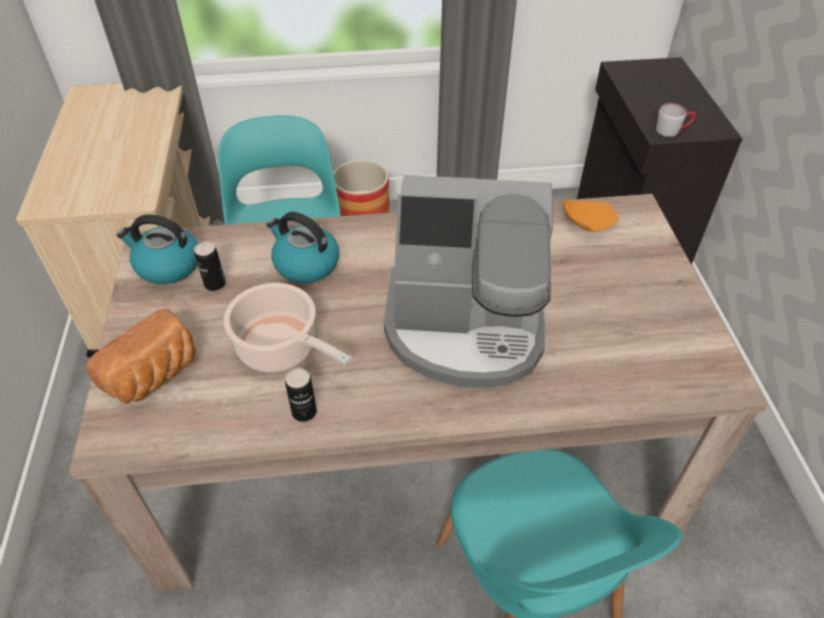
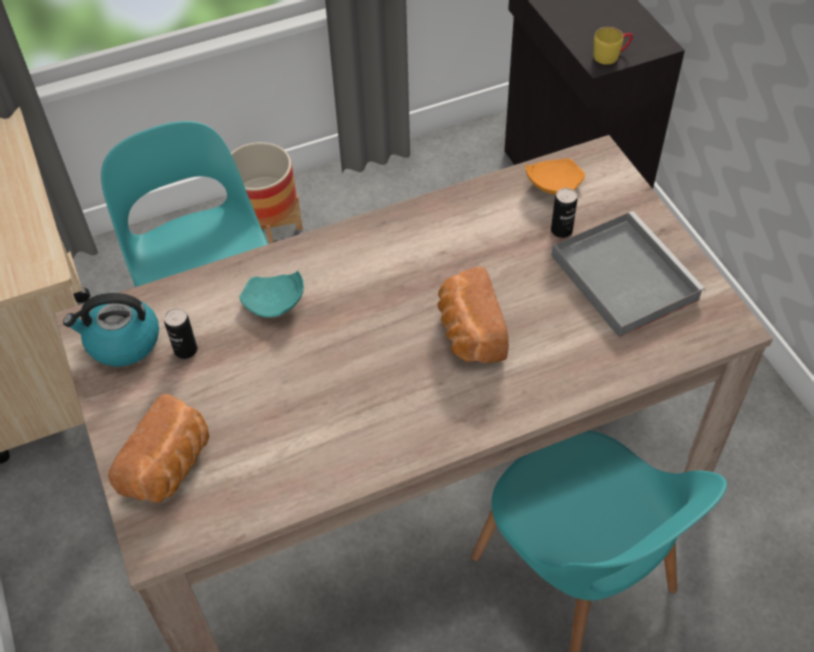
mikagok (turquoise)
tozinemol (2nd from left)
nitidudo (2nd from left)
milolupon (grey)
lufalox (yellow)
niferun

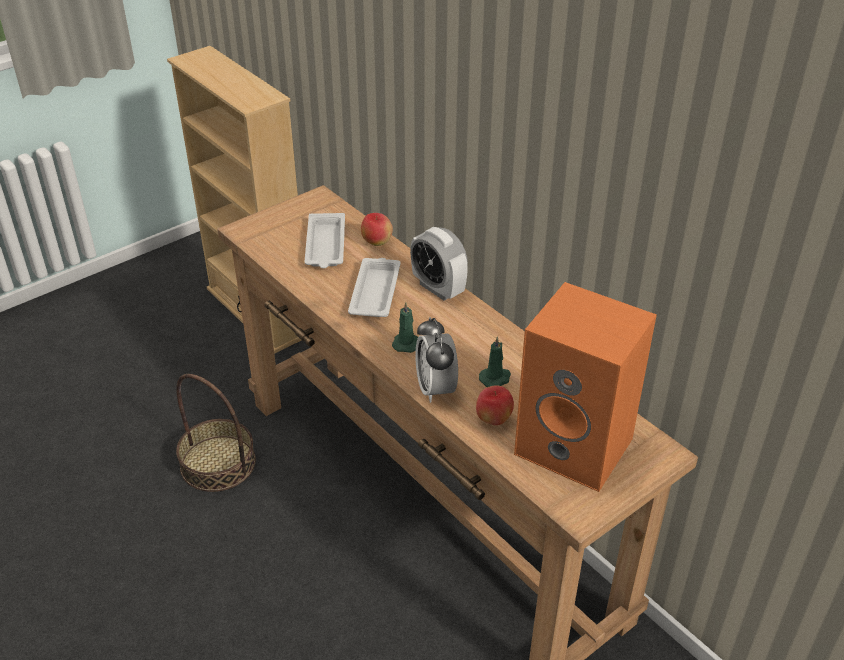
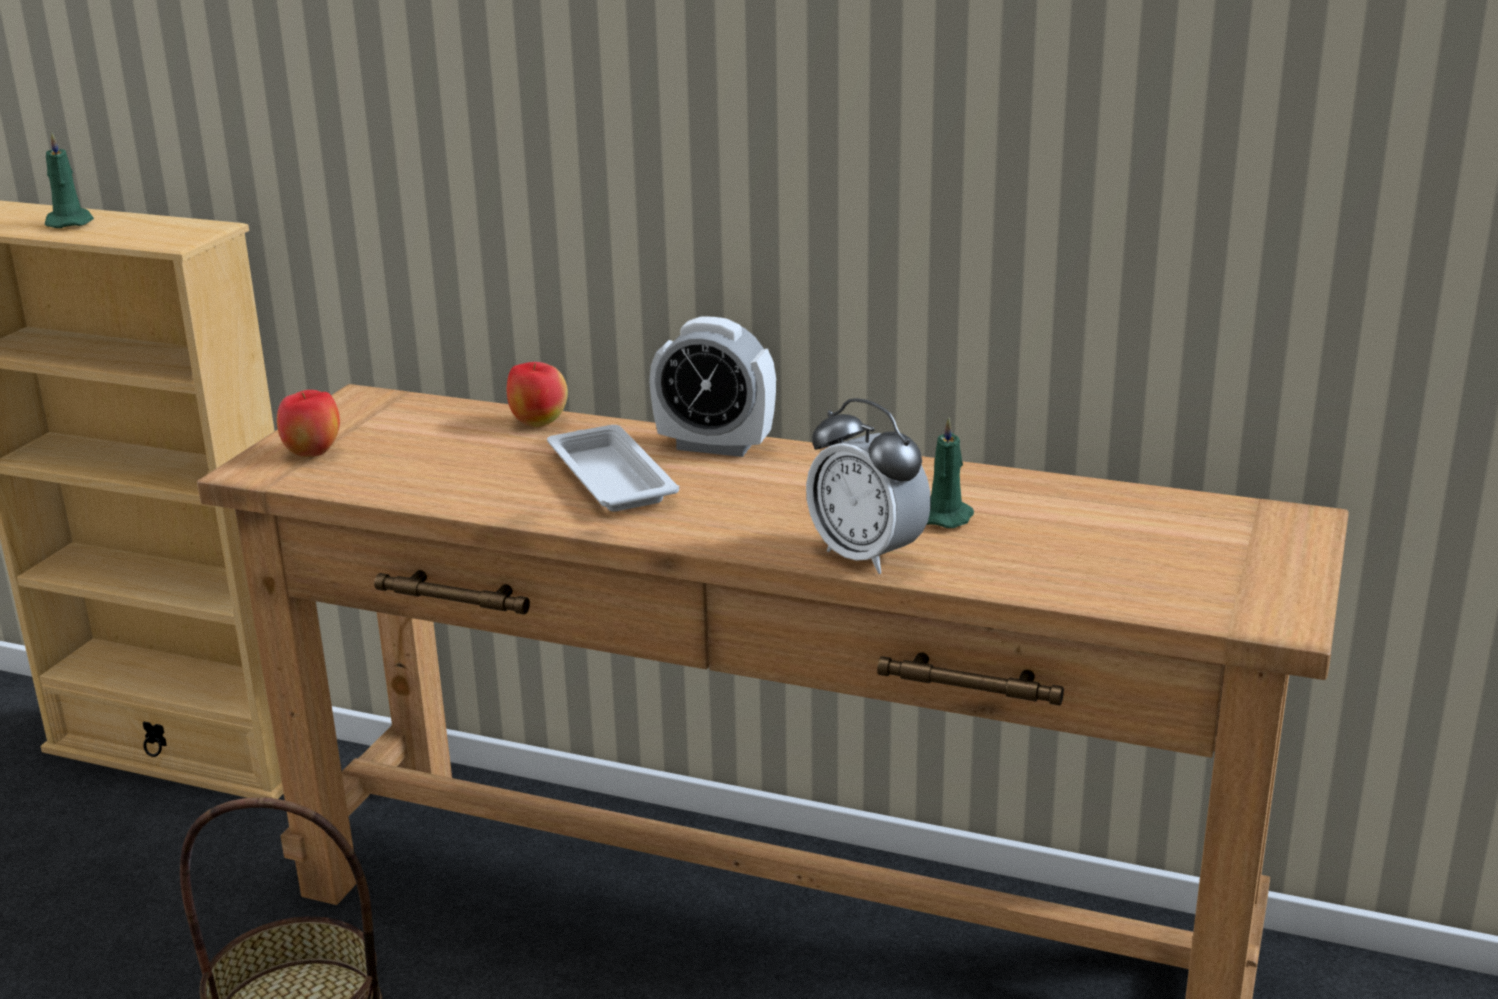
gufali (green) (1st from left)
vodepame (1st from left)
milolupon (white) (1st from left in the first image)
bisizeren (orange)

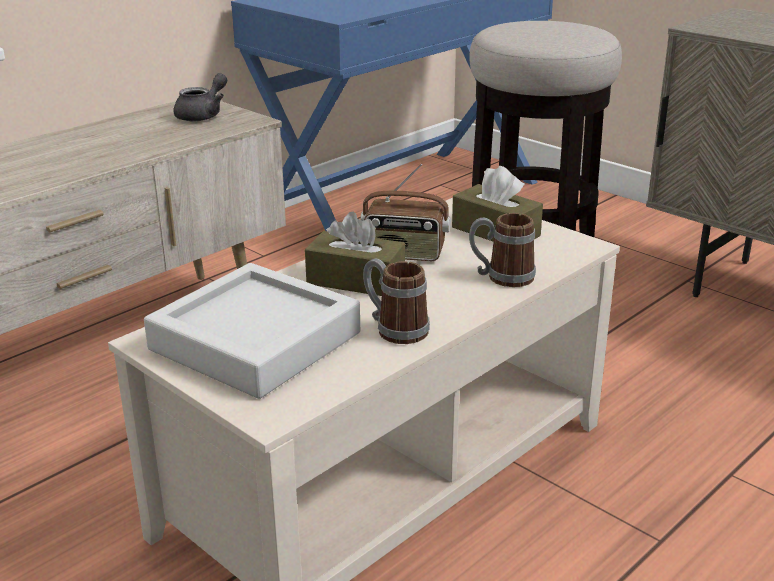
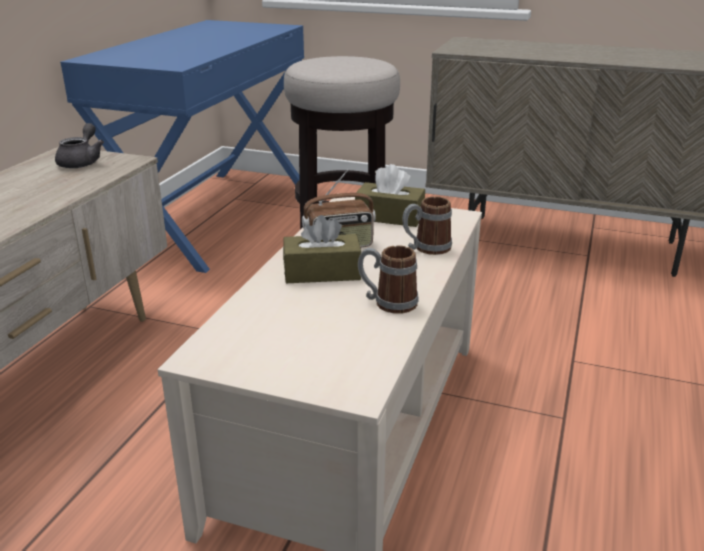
milolupon (grey)

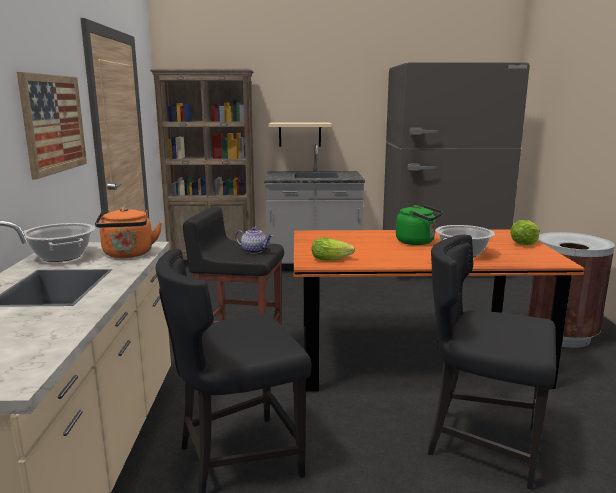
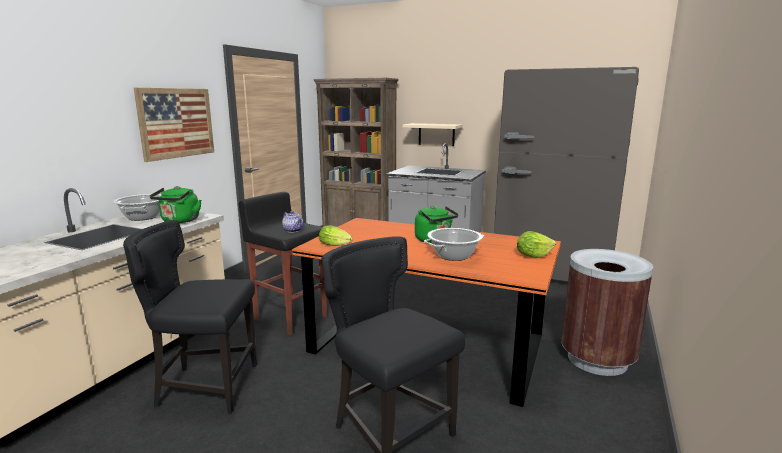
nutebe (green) (1st from left)

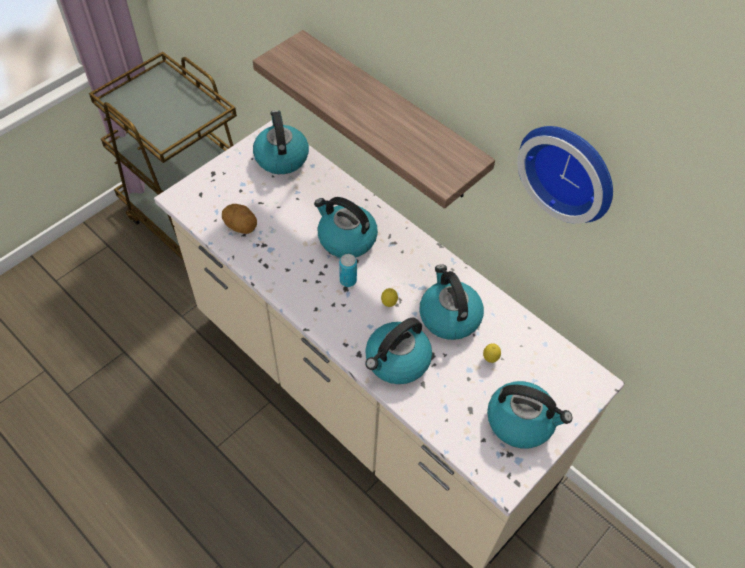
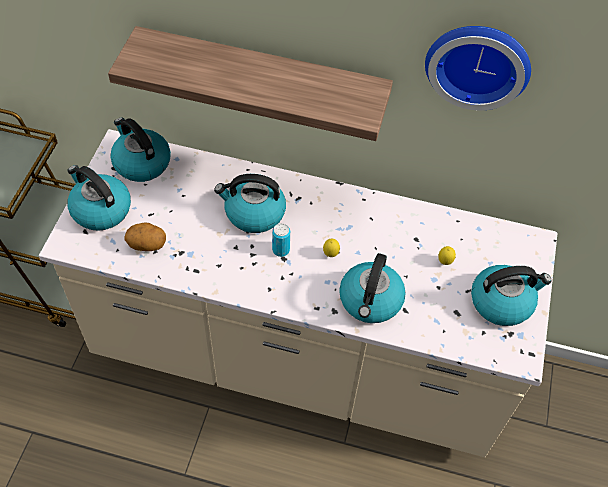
nutebe (1st from left)

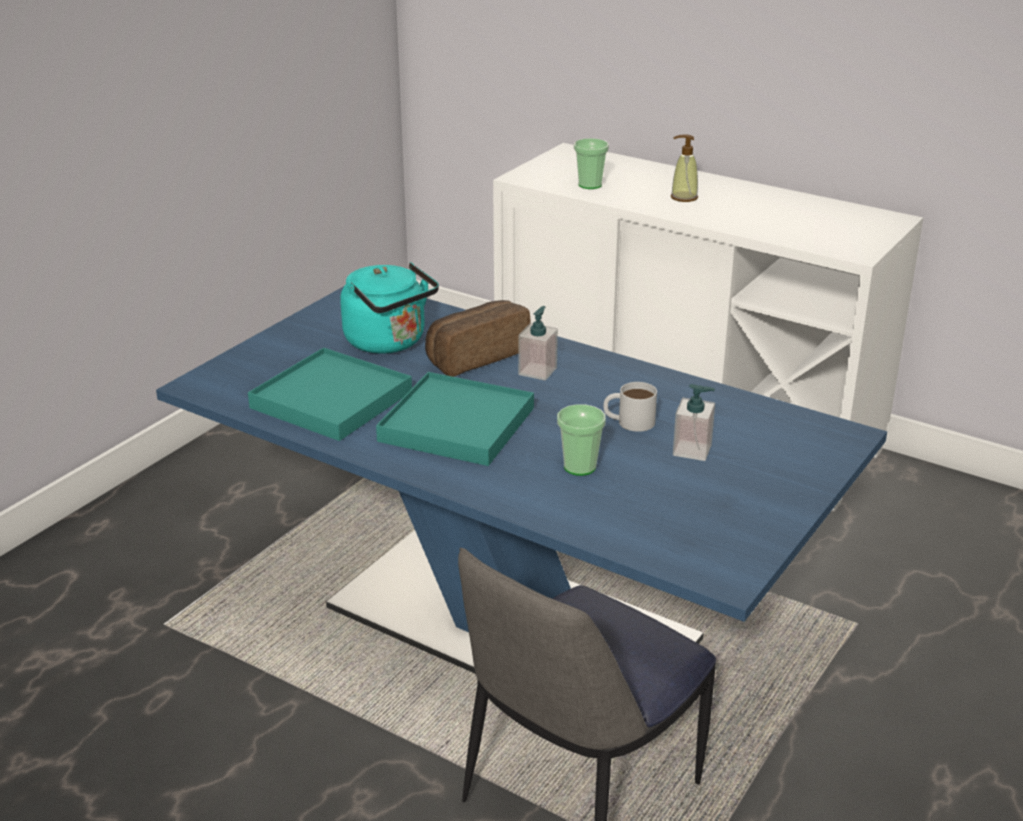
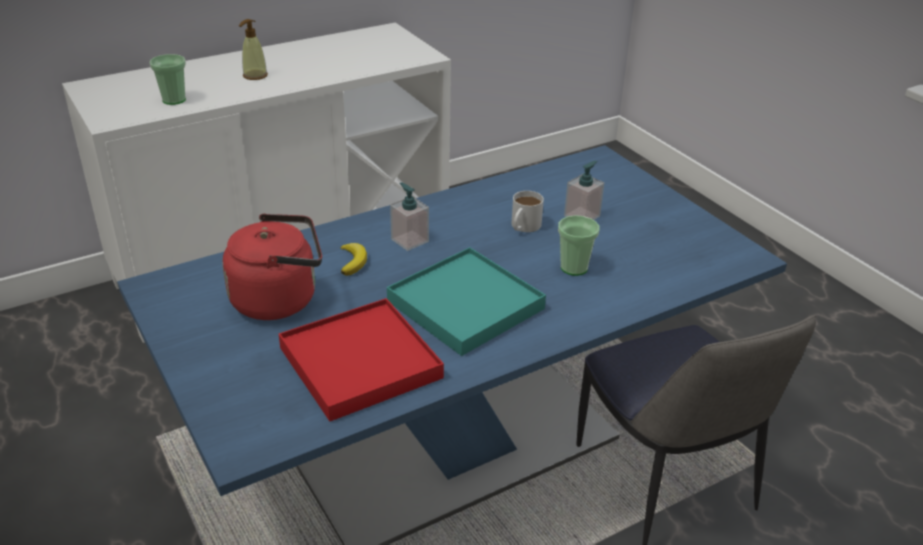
nutebe (red)
milolupon (red)
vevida

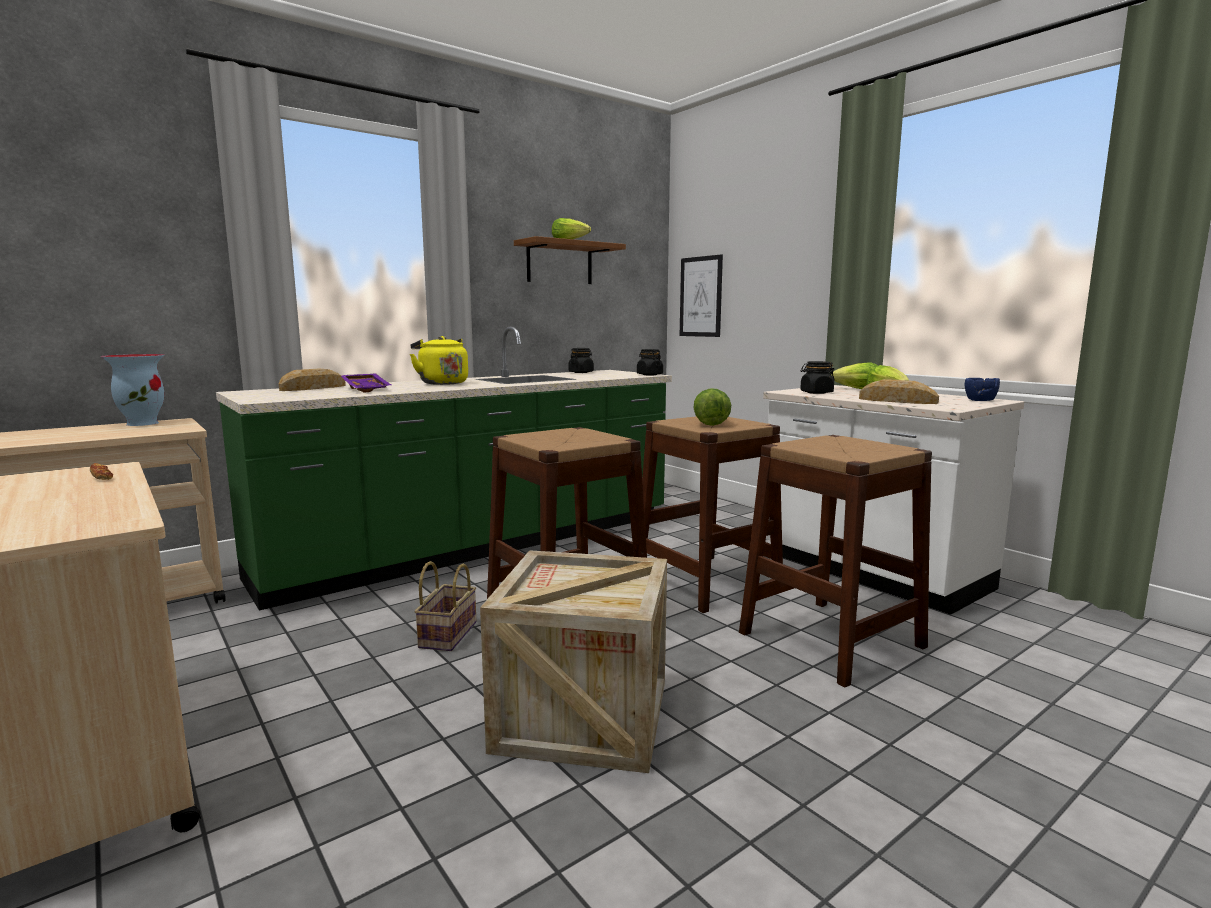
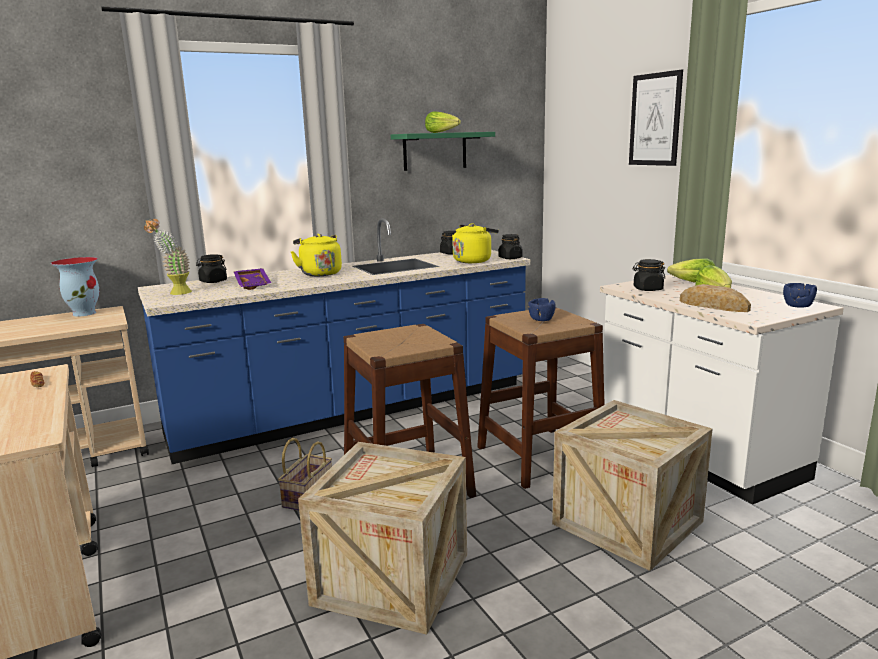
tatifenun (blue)
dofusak
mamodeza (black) (1st from left)
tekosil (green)
nutebe (yellow) (2nd from left)
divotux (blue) (1st from left)
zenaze (2nd from left)
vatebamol

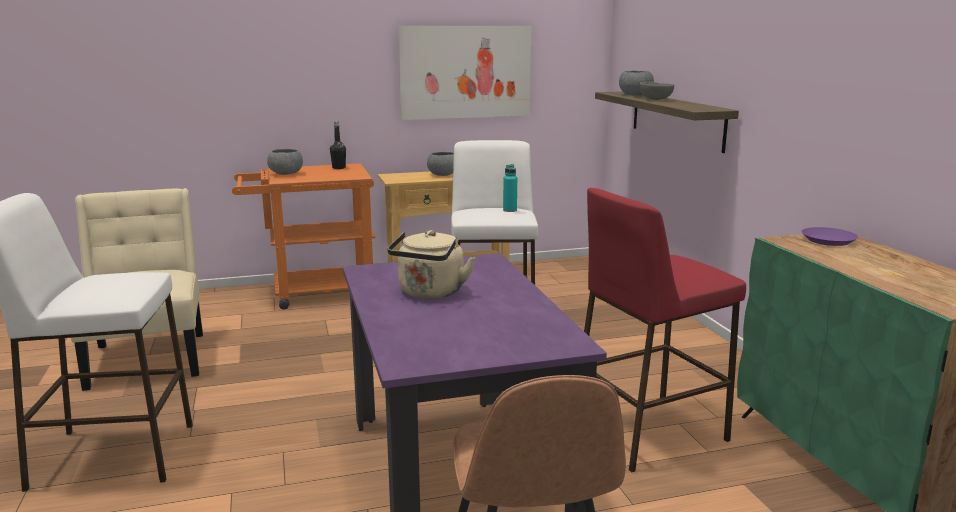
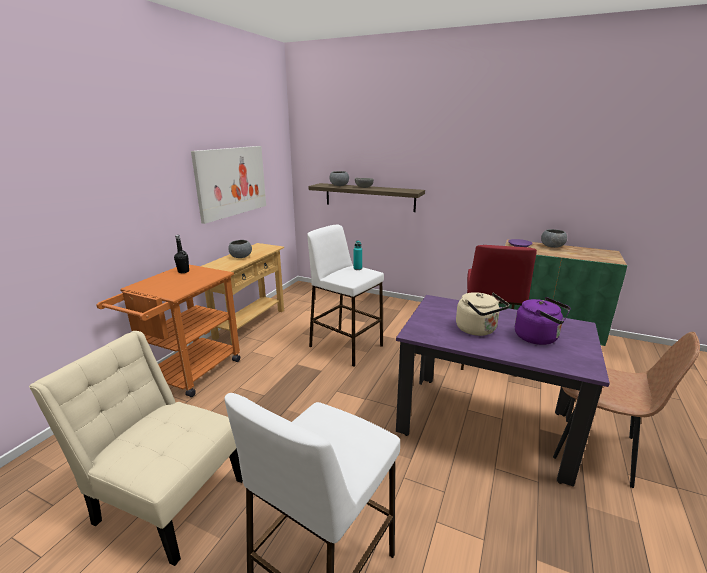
nutebe (purple)
divotux (grey) (4th from left)

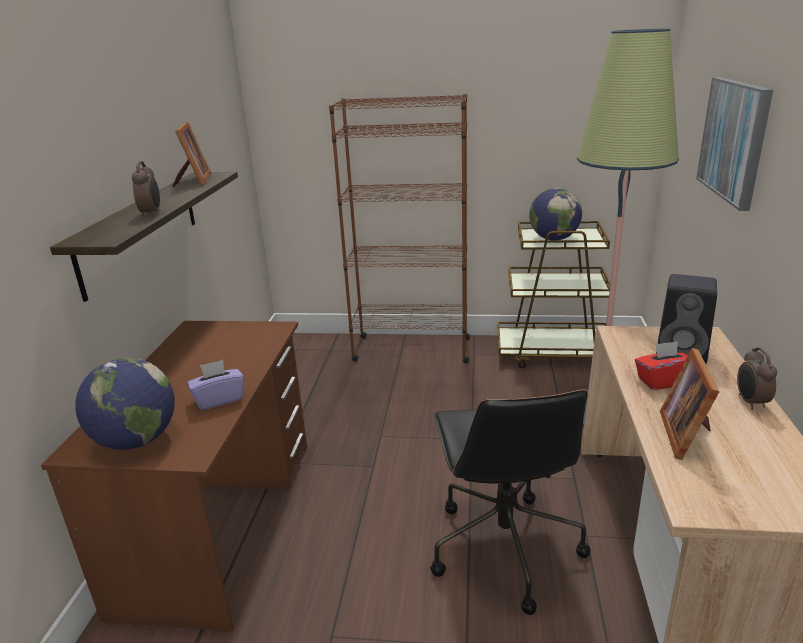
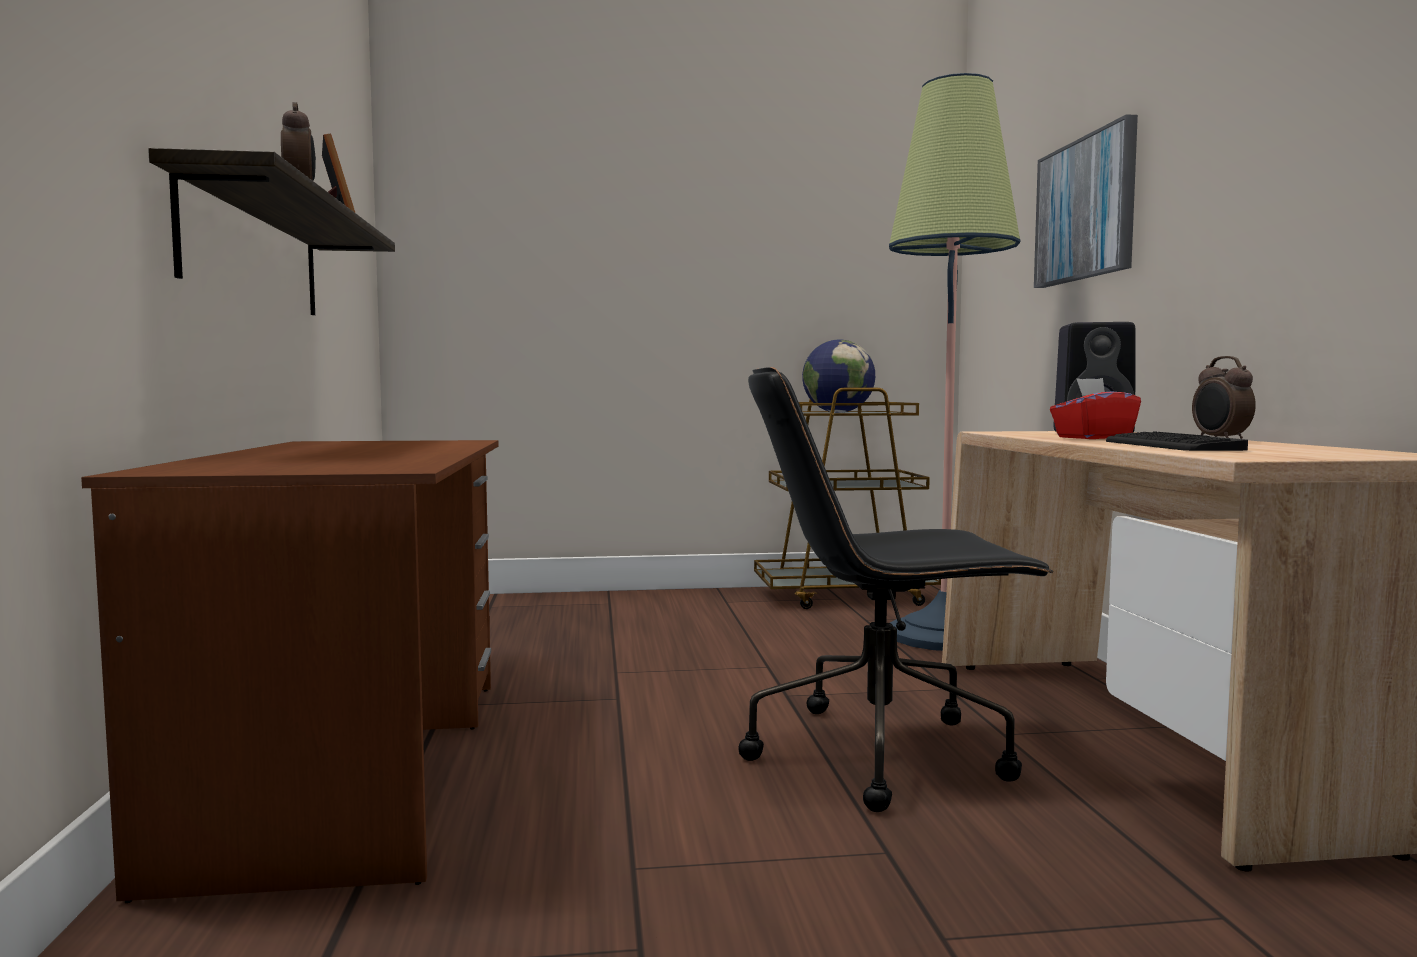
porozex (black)
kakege
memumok (1st from left in the first image)
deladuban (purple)
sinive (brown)

